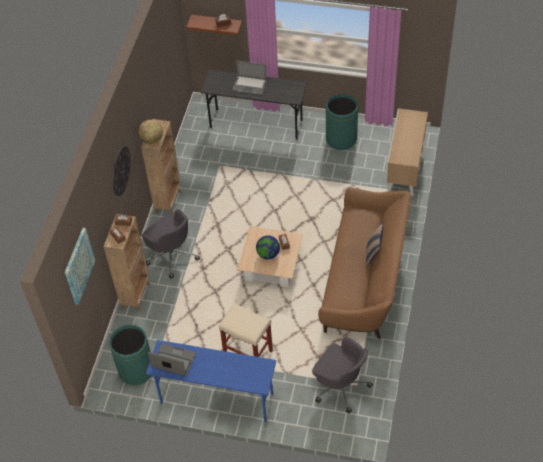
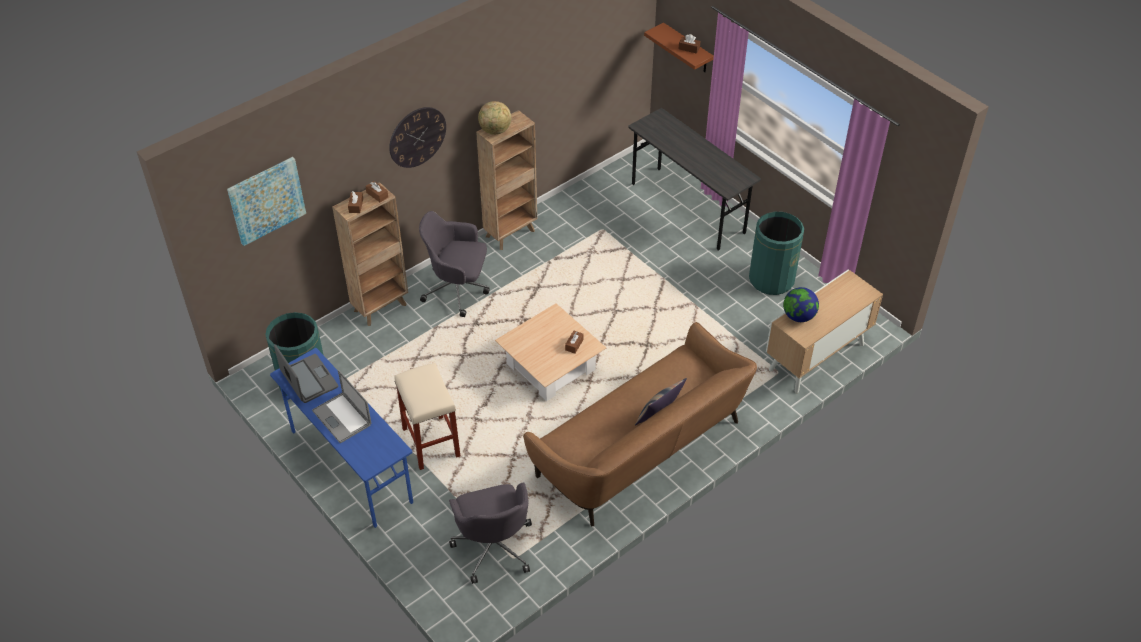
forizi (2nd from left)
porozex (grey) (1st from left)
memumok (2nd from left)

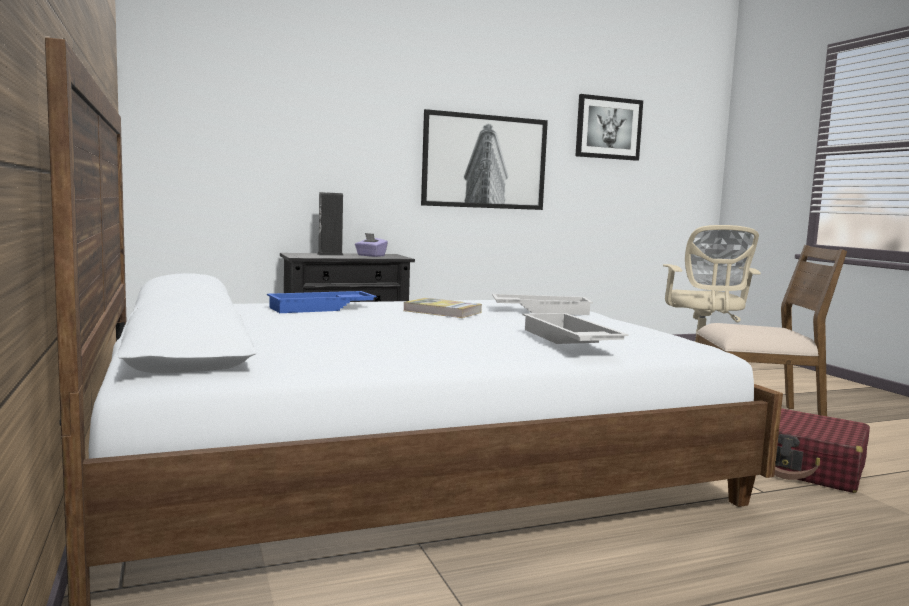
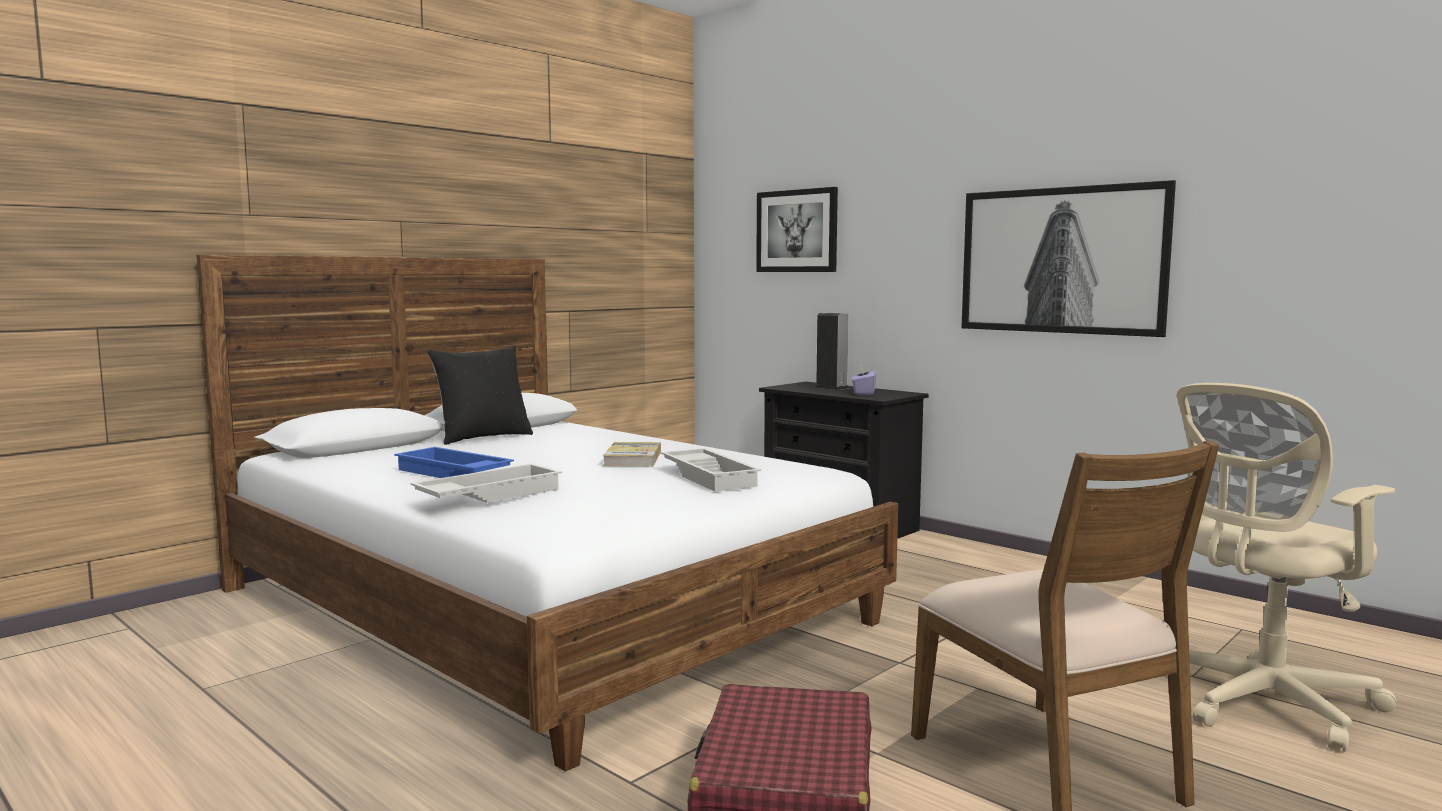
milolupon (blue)
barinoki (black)
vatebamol (1st from left)

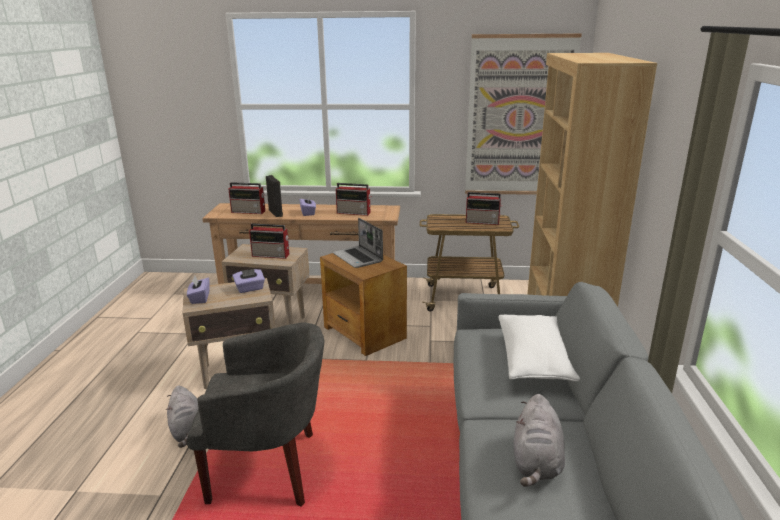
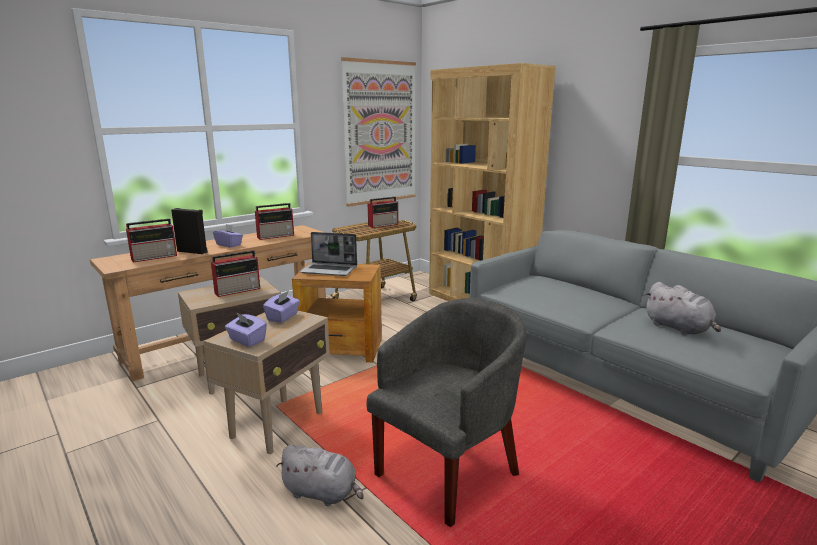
barinoki (white)

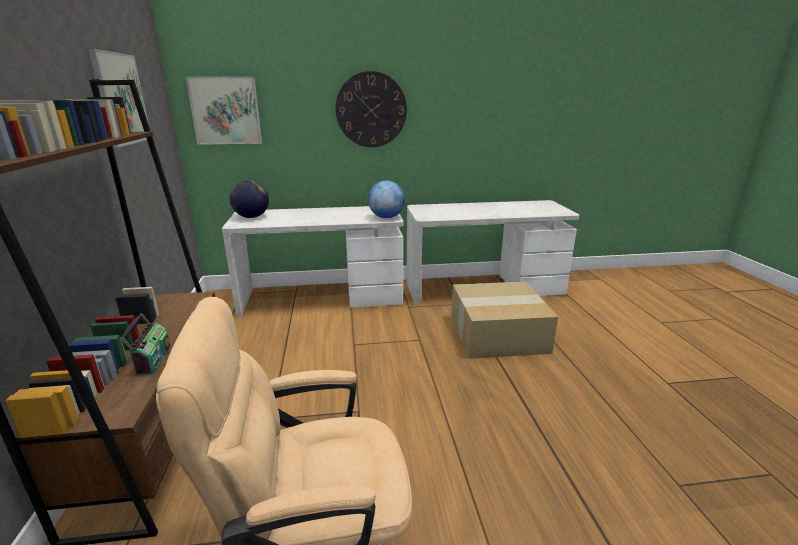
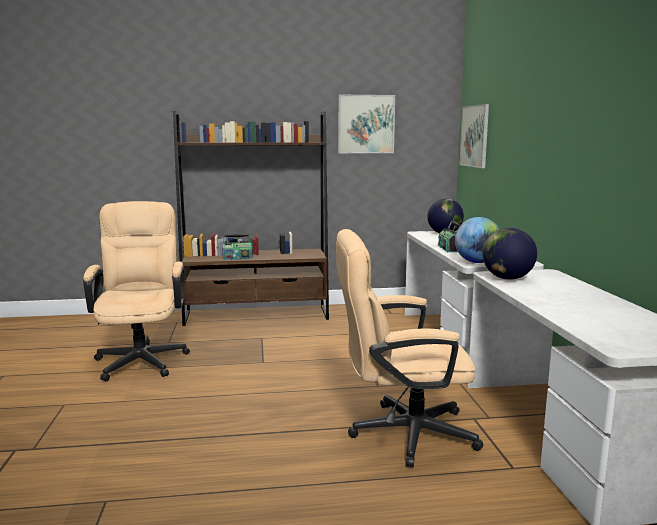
porozex (beige) (2nd from left)
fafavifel (2nd from left)
memumok (3rd from left)
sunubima

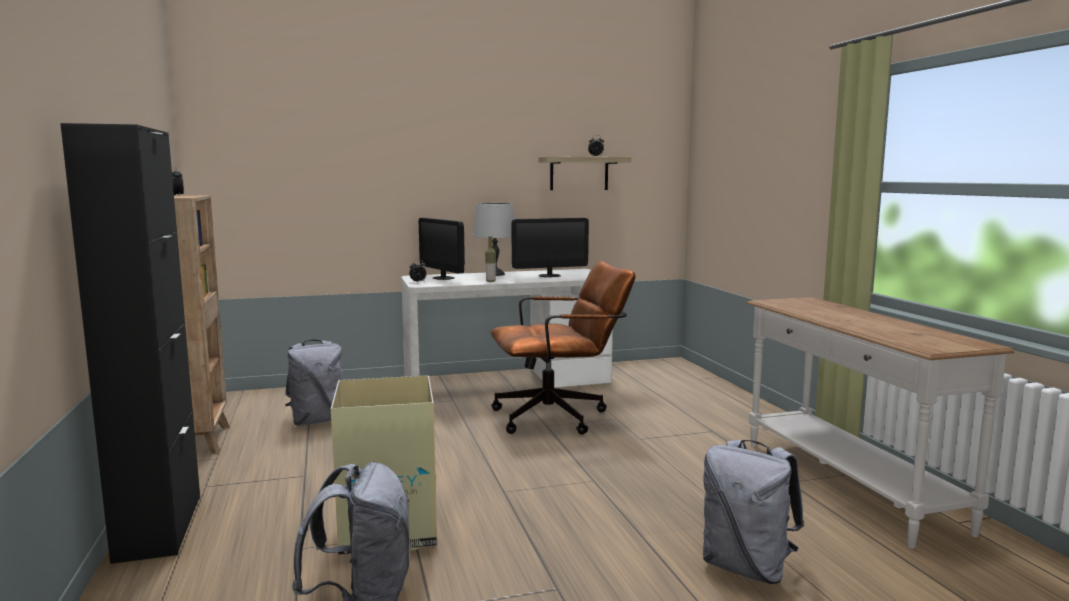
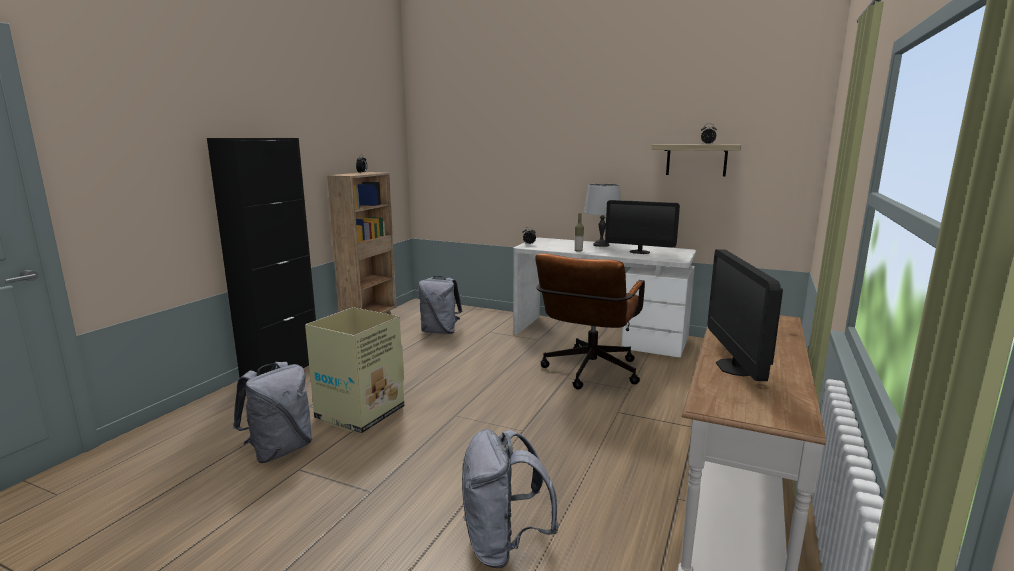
porozex (brown)
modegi (2nd from left)

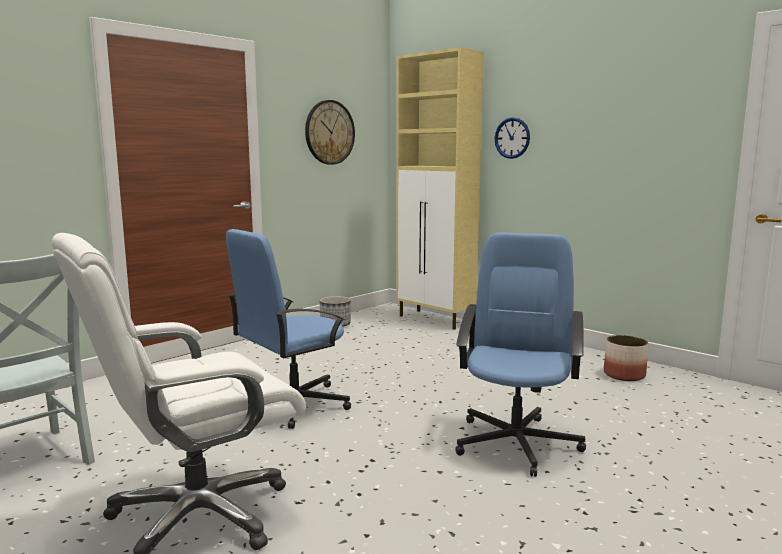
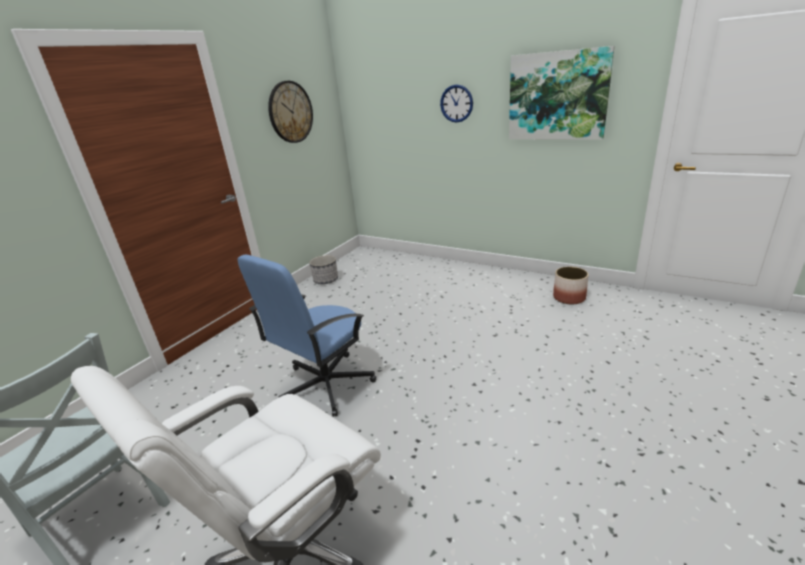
vatebamol
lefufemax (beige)
porozex (blue) (2nd from left in the first image)

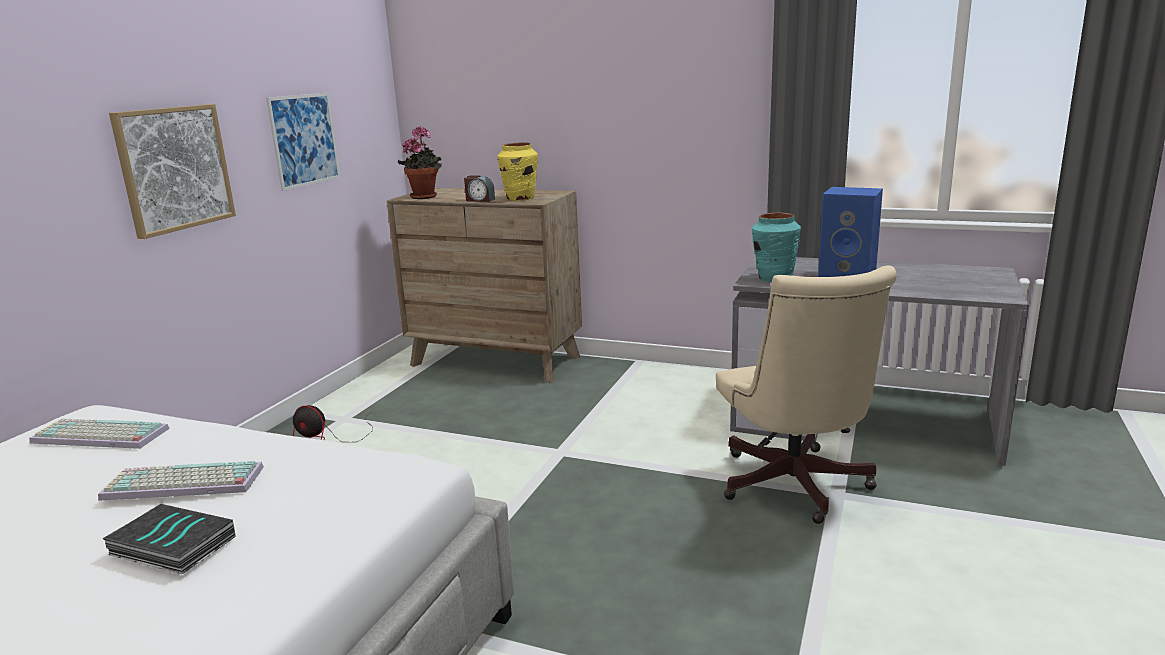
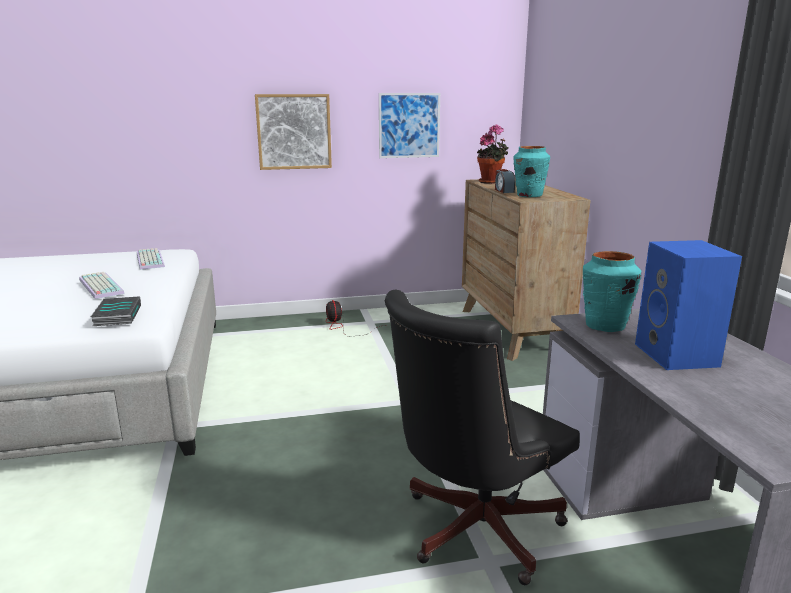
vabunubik
porozex (black)
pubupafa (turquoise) (1st from left)

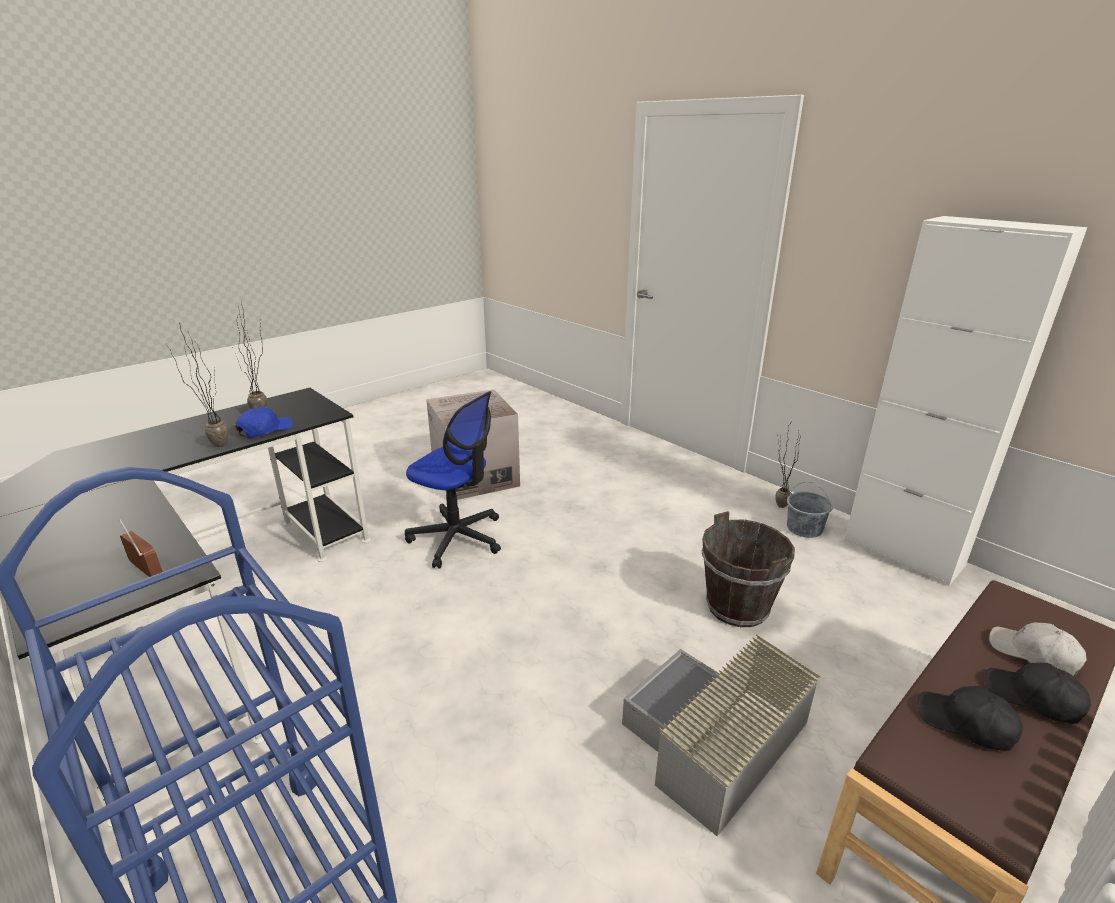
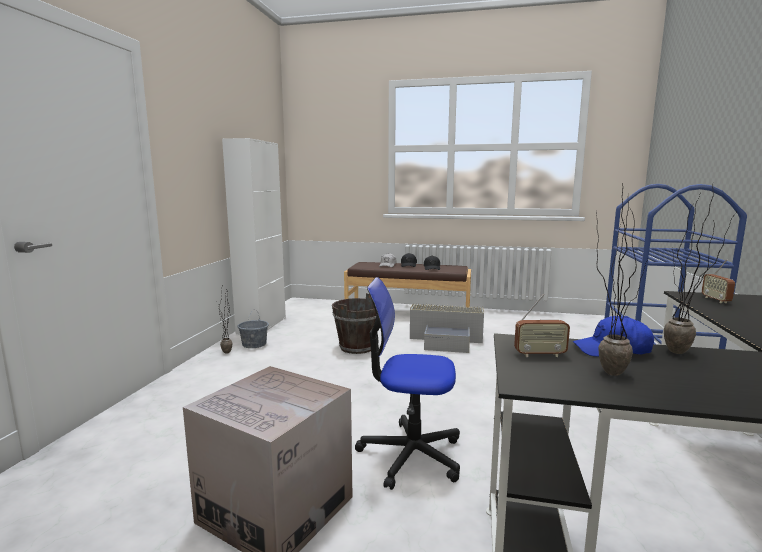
porozex
fafavifel (1st from left)

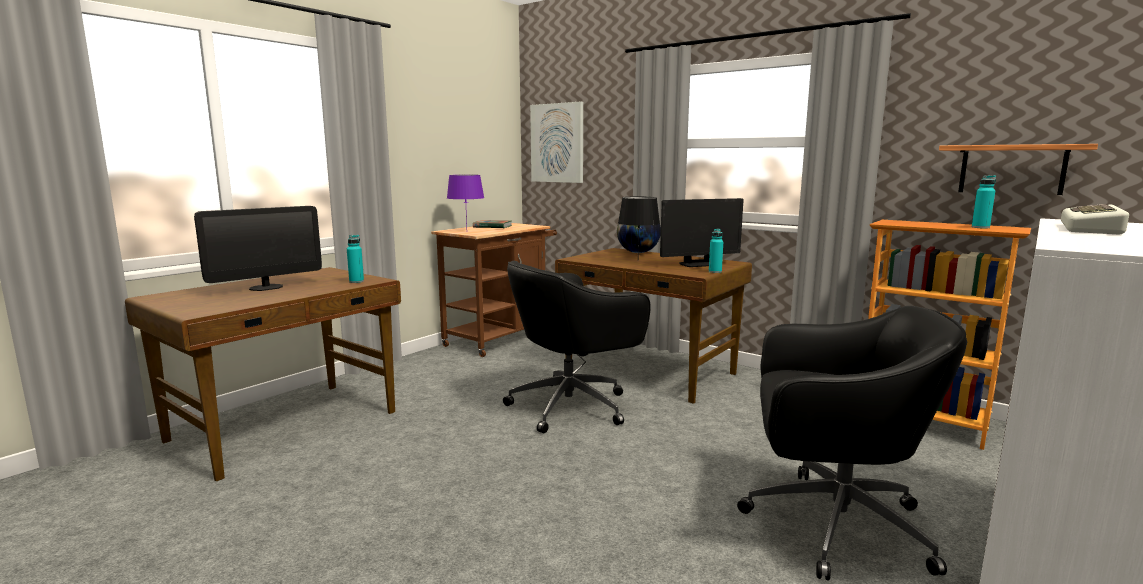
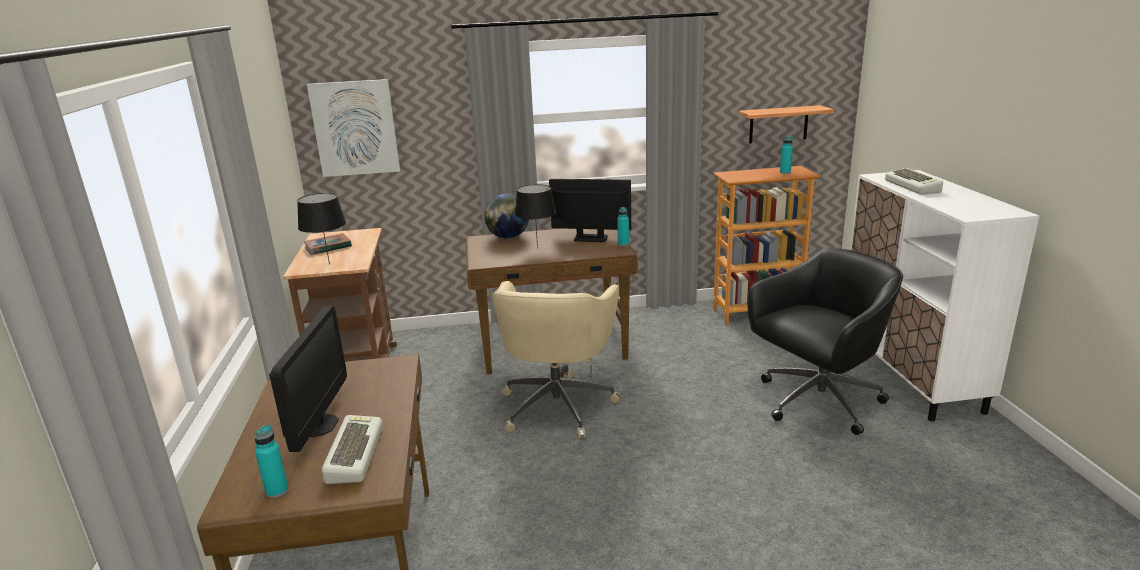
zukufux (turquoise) (1st from left)
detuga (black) (1st from left)
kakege (1st from left)
porozex (beige)
modegi (2nd from left)

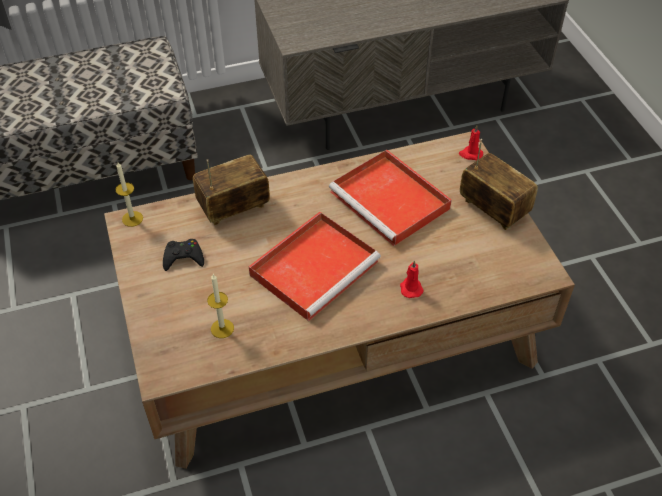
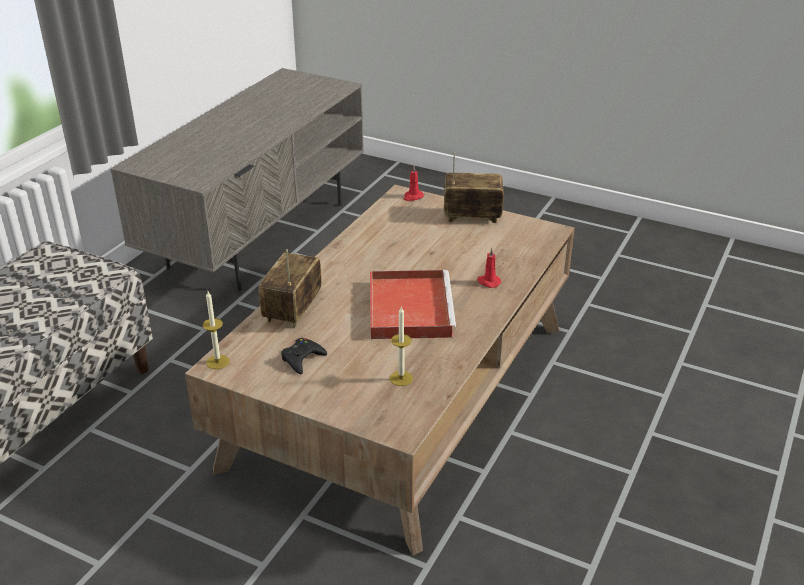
milolupon (red) (2nd from left in the first image)

